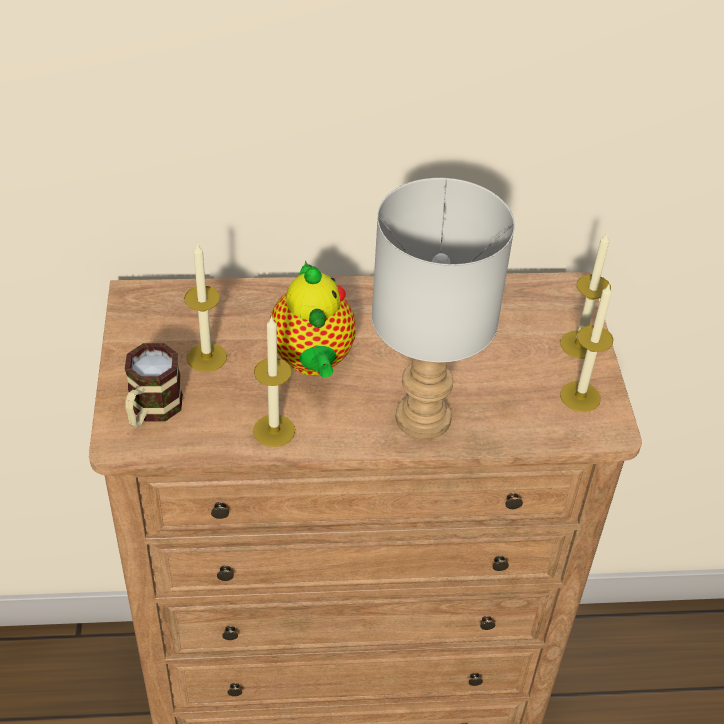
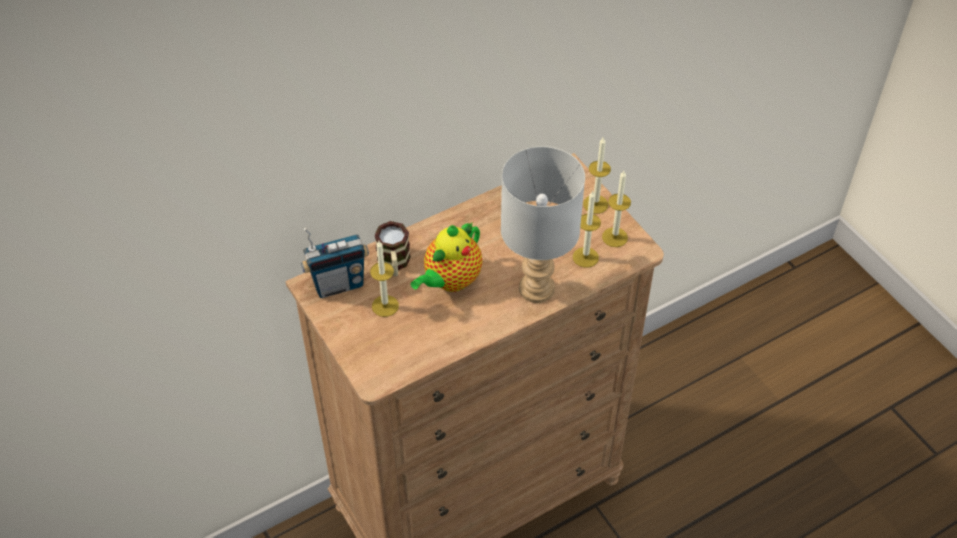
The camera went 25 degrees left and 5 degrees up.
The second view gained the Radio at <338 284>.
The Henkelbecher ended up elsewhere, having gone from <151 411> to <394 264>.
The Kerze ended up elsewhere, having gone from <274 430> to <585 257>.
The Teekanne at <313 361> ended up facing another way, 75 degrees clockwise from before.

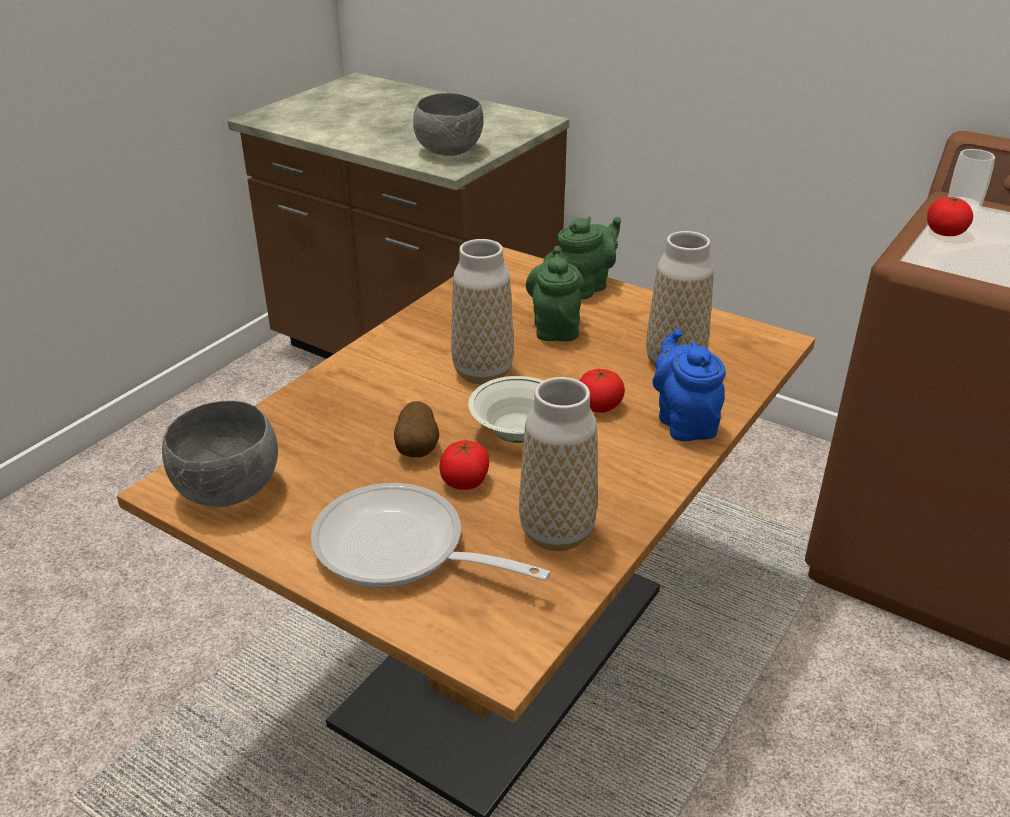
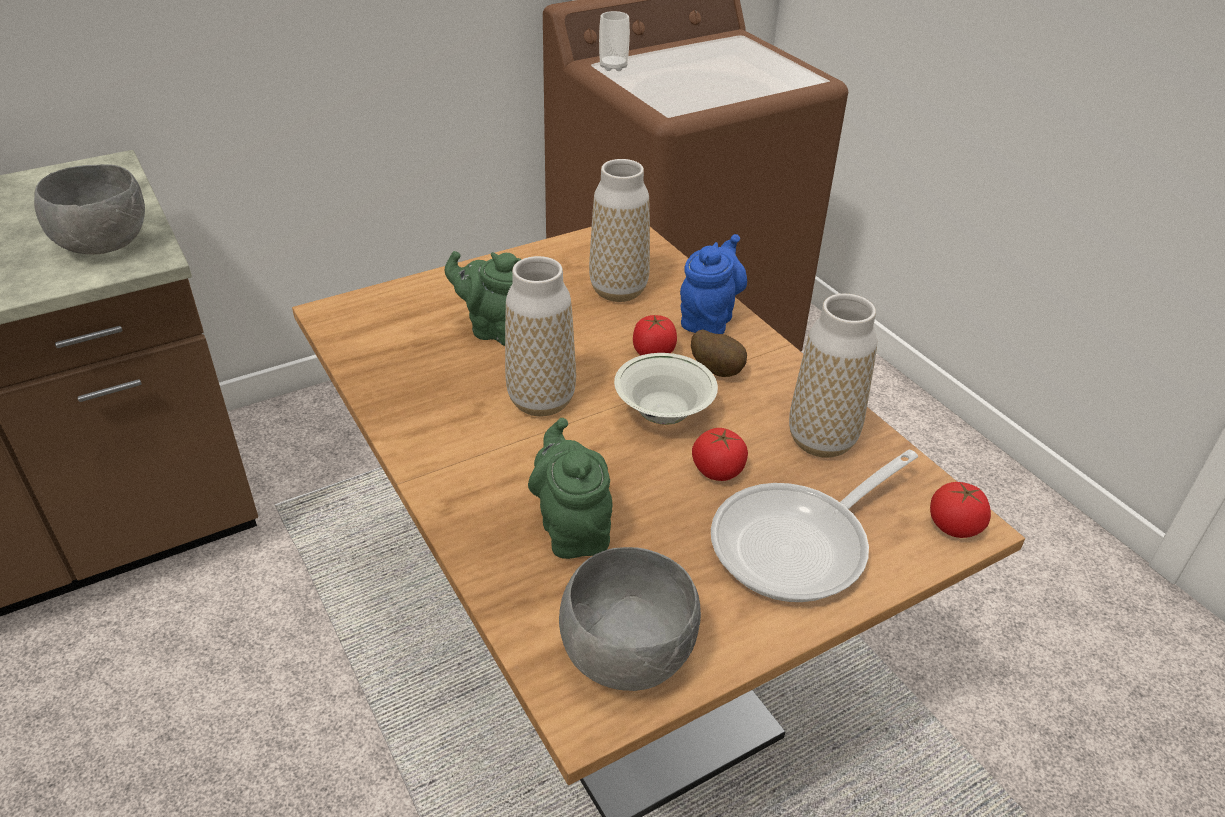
The camera went 65 degrees left and 5 degrees up.
The Kartoffel ended up elsewhere, having gone from <418 450> to <718 370>.
The Teekanne [grün] ended up elsewhere, having gone from <585 287> to <573 529>.
The Tomate ended up elsewhere, having gone from <945 233> to <954 526>.
The Teekanne [blau] at <684 422> ended up facing another way, 105 degrees clockwise from before.

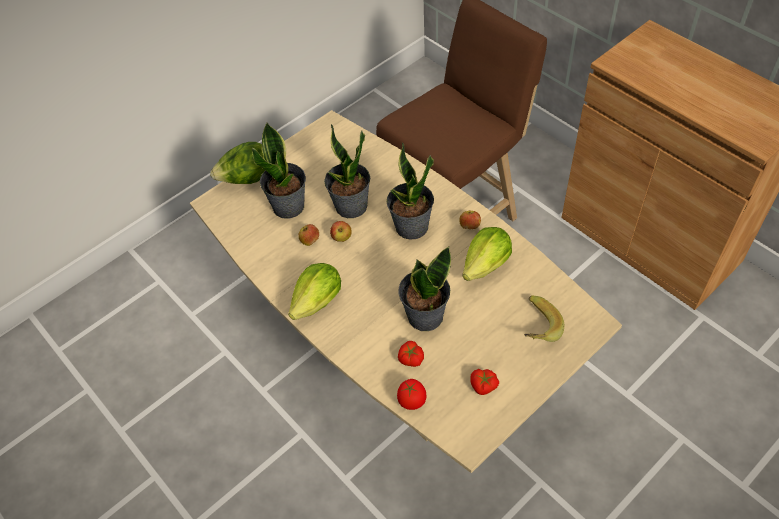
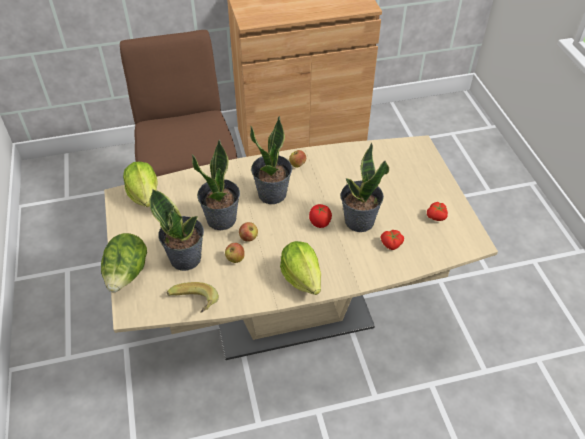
The camera went 65 degrees left and 5 degrees down.
The Tomate ended up elsewhere, having gone from <412 400> to <319 223>.
The Salatkopf ended up elsewhere, having gone from <486 265> to <144 195>.
The Banane ended up elsewhere, having gone from <535 328> to <193 307>.

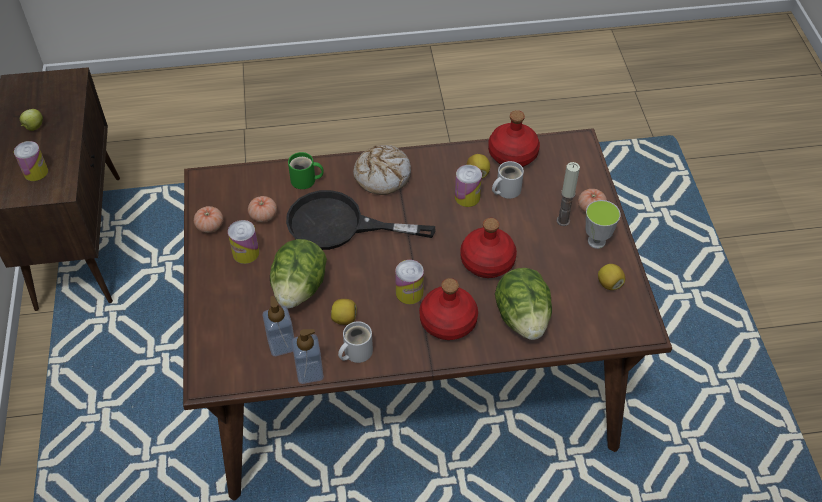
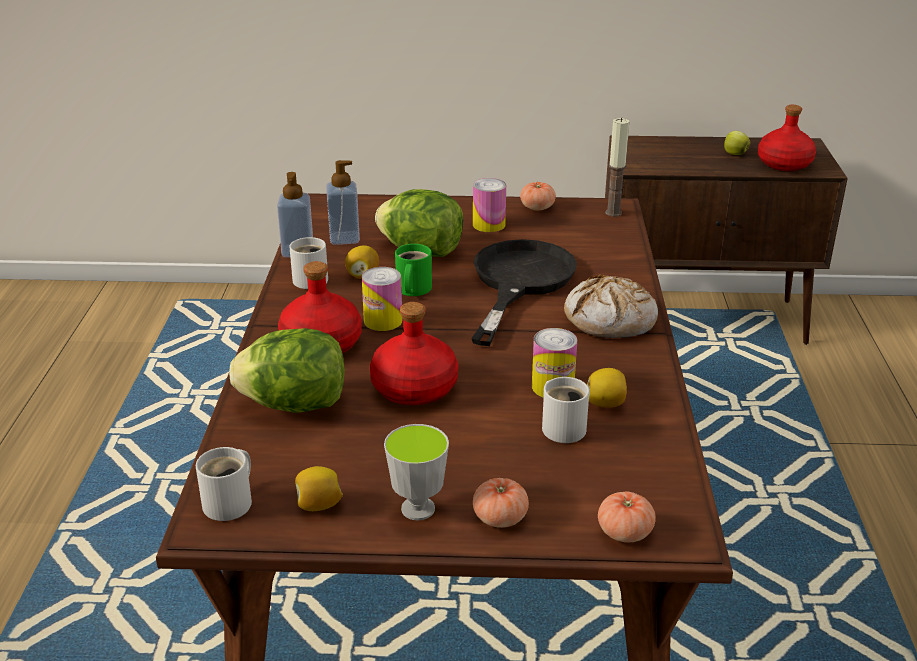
The camera went 100 degrees right and 20 degrees down.
The second view lost the Dose at <36 172>.
The second view gained the Henkelbecher [weiß] at <231 502>.
The Tomate ended up elsewhere, having gone from <263 216> to <624 532>.
The Henkelbecher [grün] ended up elsewhere, having gone from <305 181> to <411 289>.
The Flasche [rot] ended up elsewhere, having gone from <513 155> to <783 164>.
The Kerze ended up elsewhere, having gone from <563 221> to <613 213>.

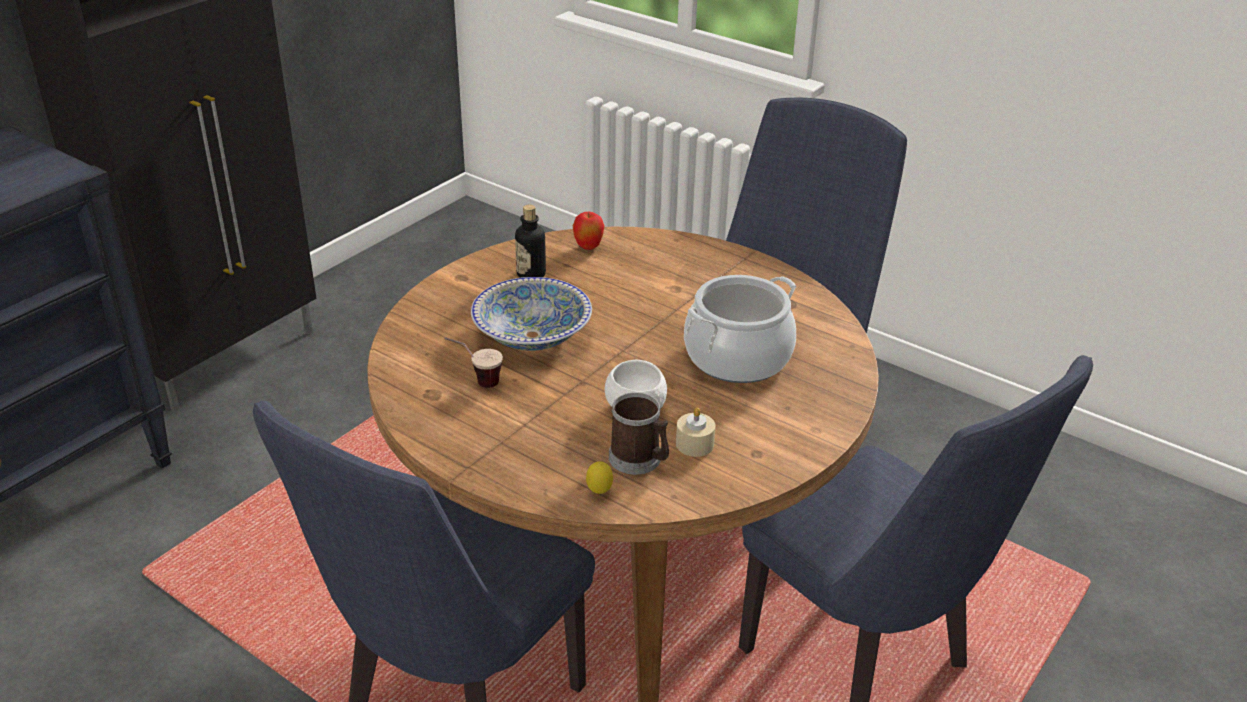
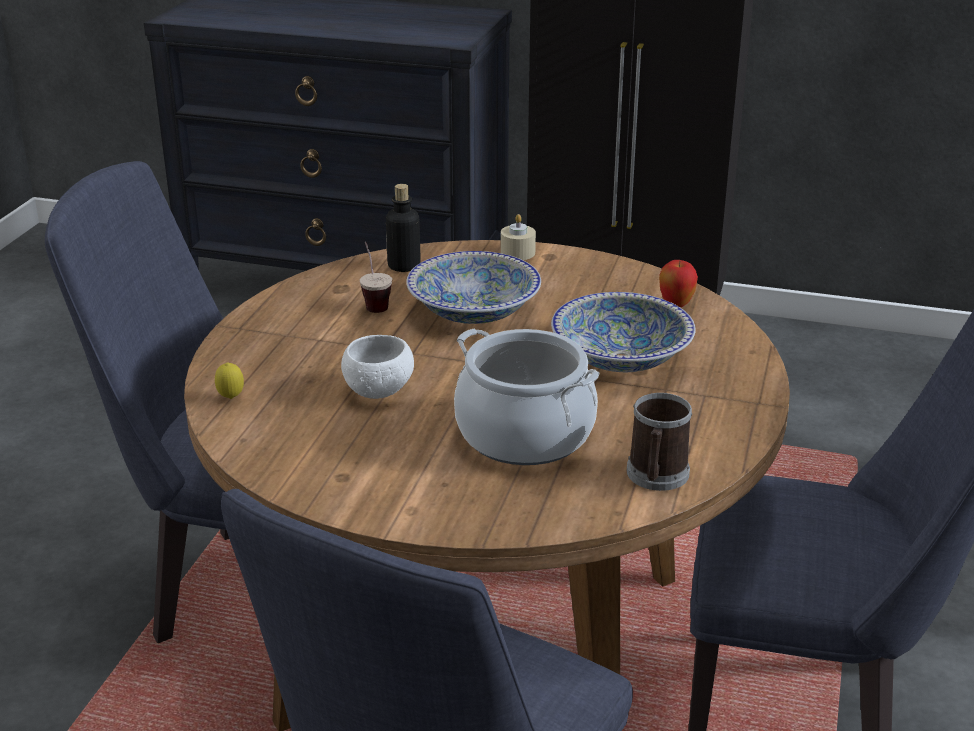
The camera went 70 degrees right and 5 degrees down.
The second view gained the Schüssel at <621 358>.
The Flasche ended up elsewhere, having gone from <531 274> to <404 266>.
The Henkelbecher ended up elsewhere, having gone from <640 460> to <656 476>.
The Kerze [beige] ended up elsewhere, having gone from <694 444> to <518 252>.

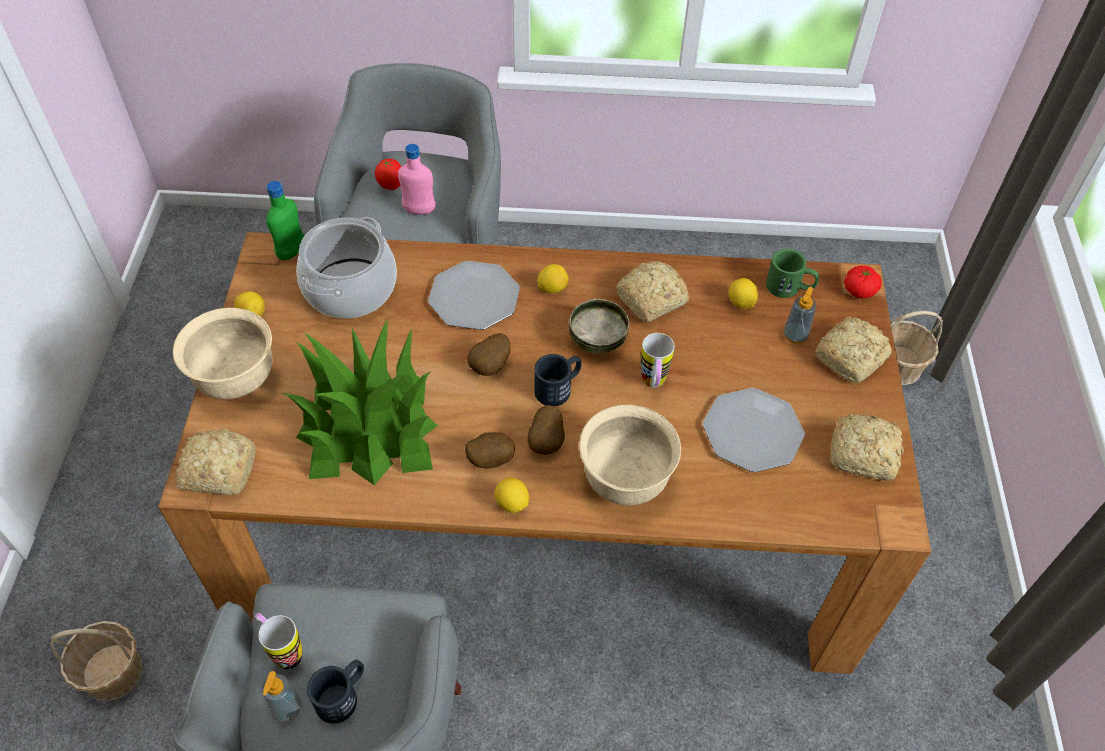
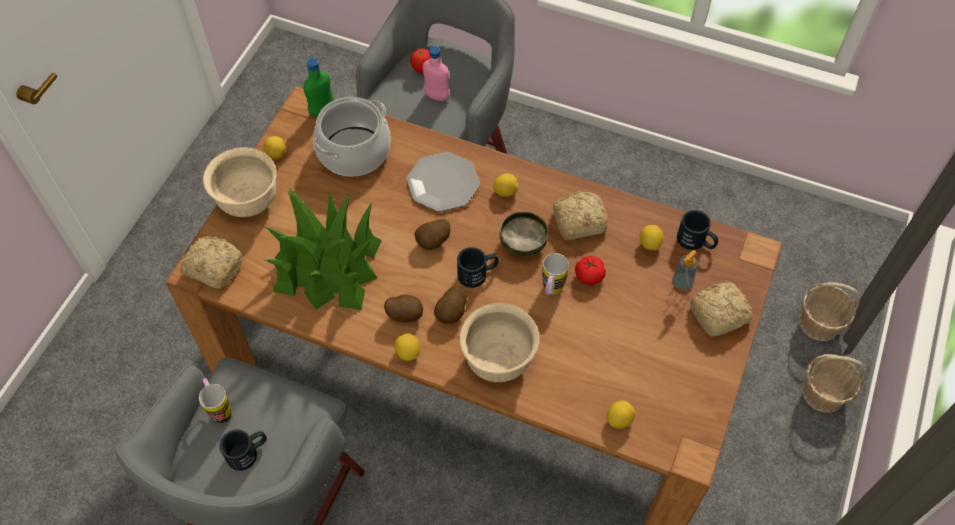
The camera went 20 degrees right and 5 degrees up.
The second view lost the Seifenspender at <286 708>.
The second view lost the Teller at <752 431>.
The second view lost the Brot at <865 455>.
The second view gained the Zitrone at <619 419>.
The Korb ended up elsewhere, having gone from <113 673> to <823 393>.
The Tomate ended up elsewhere, having gone from <859 290> to <589 276>.
What was the Henkelbecher [grün] at <790 287> turned into the Henkelbecher [schwarz] at <696 241>.

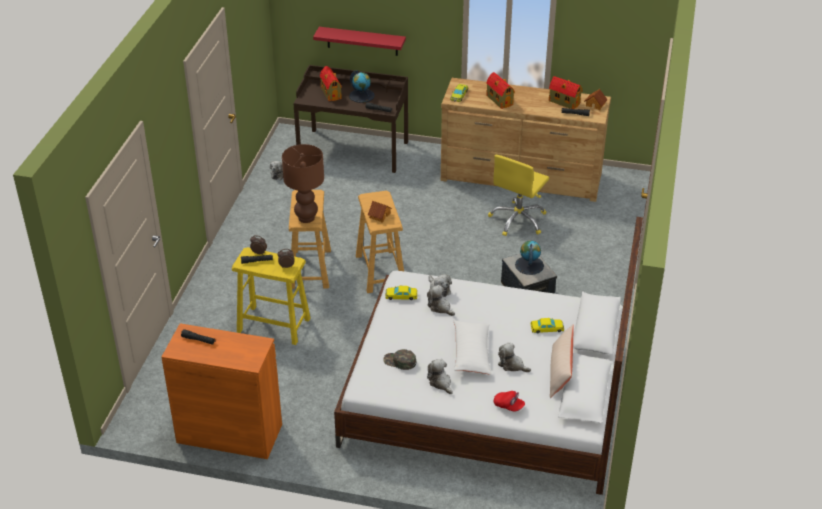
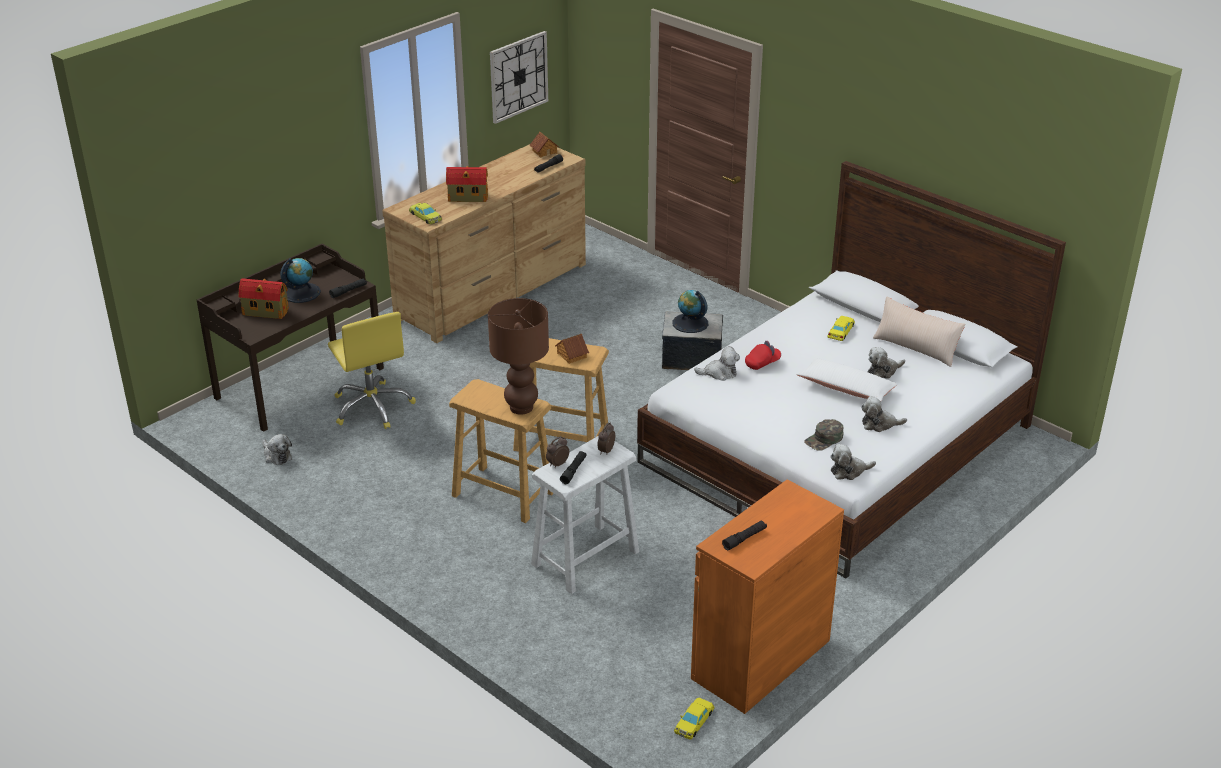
The camera went 60 degrees left and 5 degrees down.
The second view lost the Wandregal [rot] at <362 41>.
The second view lost the Spielzeughaus at <563 102>.
The second view gained the Wanduhr at <518 76>.
The Spielzeugauto [gelb] ended up elsewhere, having gone from <401 295> to <694 721>.
The Plüschtier ended up elsewhere, having gone from <440 307> to <849 471>.
The Bürostuhl [gelb] ended up elsewhere, having gone from <518 220> to <372 407>.
The Kappe [rot] ended up elsewhere, having gone from <508 406> to <762 363>.
What was the Hocker [gelb] at <273 325> turned into the Hocker [weiß] at <584 558>.

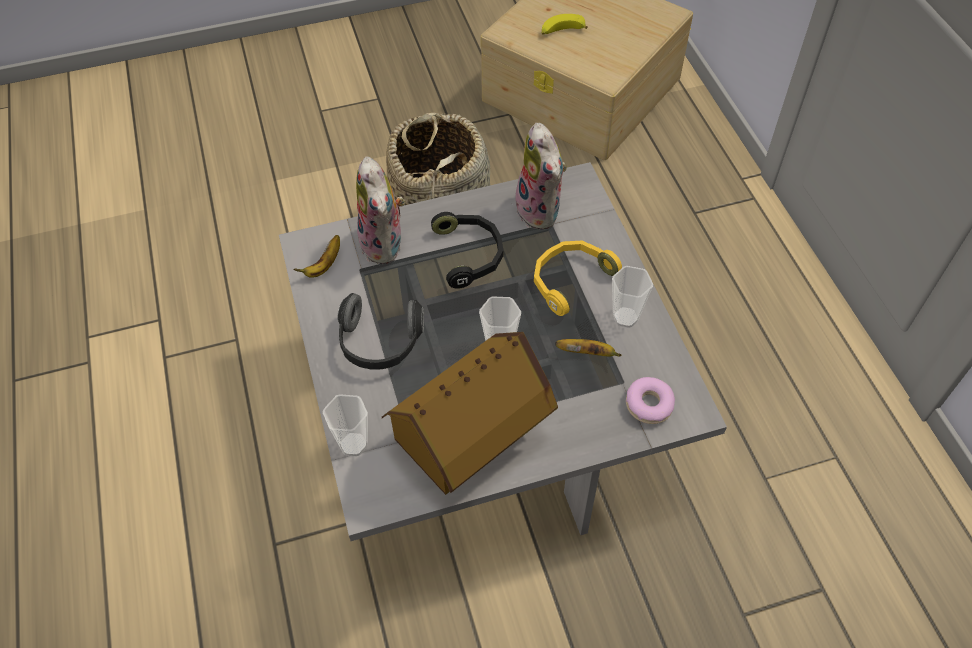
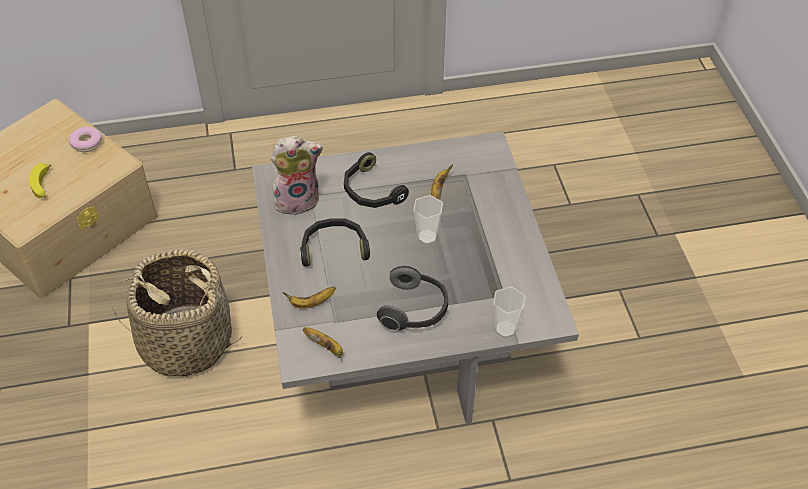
The camera went 85 degrees left and 5 degrees down.
The second view lost the Spielzeughaus at <472 439>.
The second view lost the Tasse at <625 317>.
The Donut ended up elsewhere, having gone from <649 404> to <86 143>.
Where the Plüschtier stood at <385 244>, the Banane came to stand at <311 303>.
What was the Kopfhörer [gelb] at <569 280> turned into the Kopfhörer [schwarz] at <371 191>.

